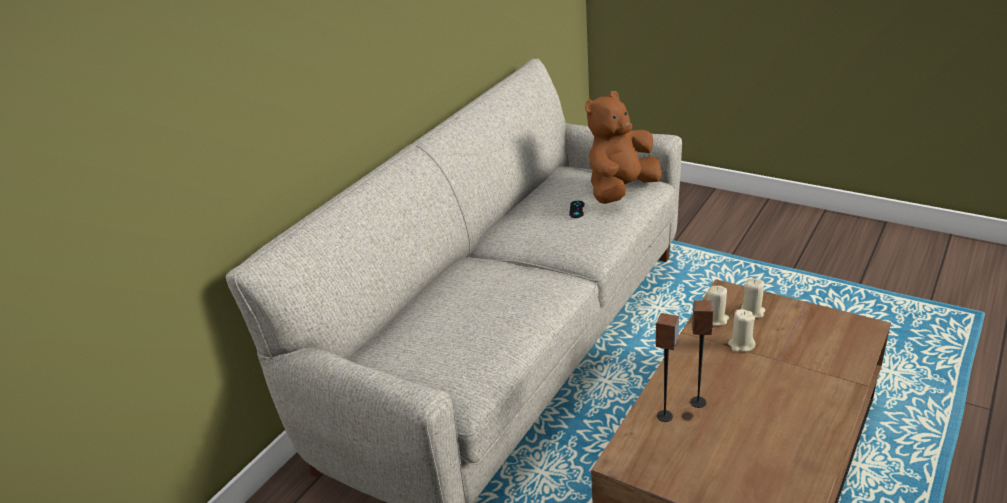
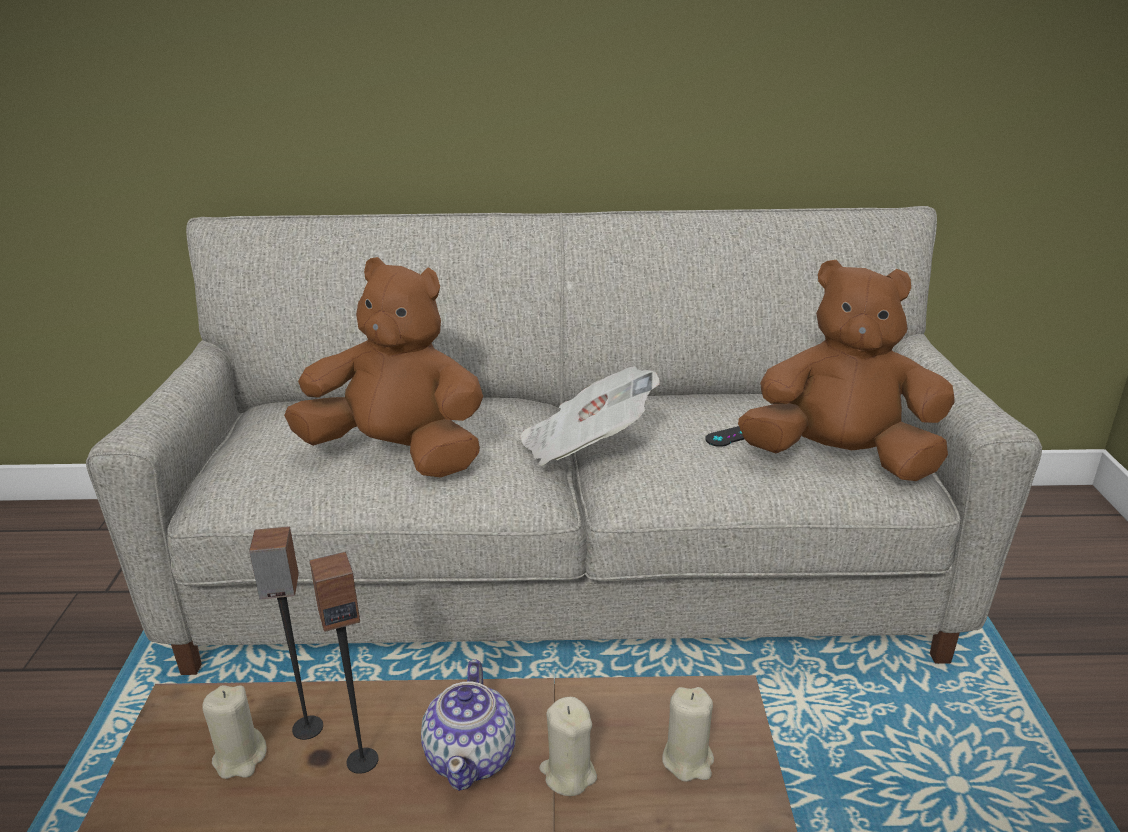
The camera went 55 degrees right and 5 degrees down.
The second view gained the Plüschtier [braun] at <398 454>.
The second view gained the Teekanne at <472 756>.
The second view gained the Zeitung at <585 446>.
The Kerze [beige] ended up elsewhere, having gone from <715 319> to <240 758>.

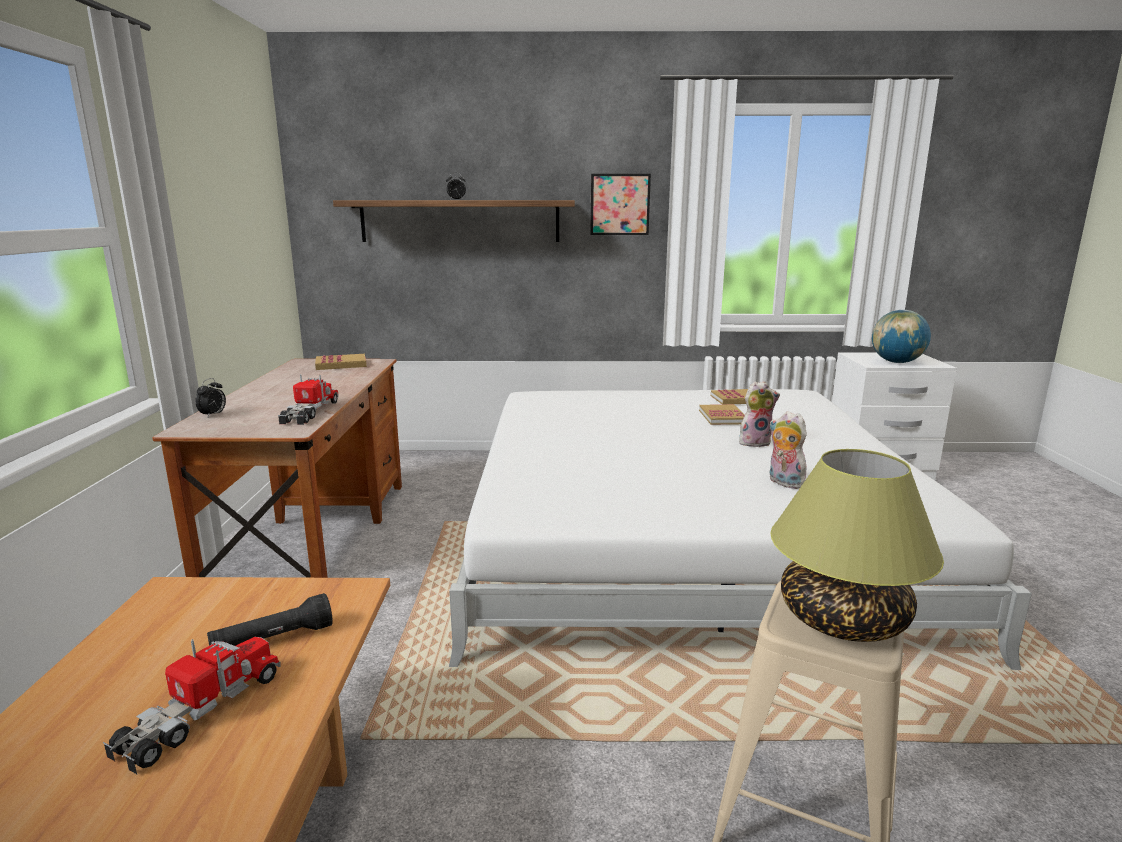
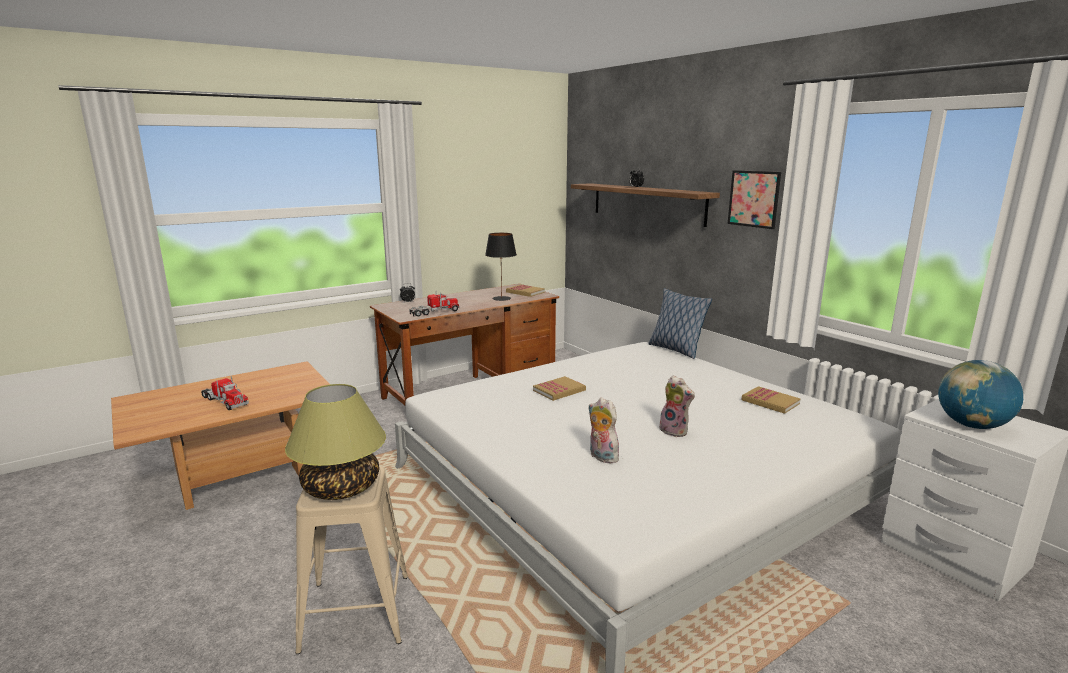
The camera went 55 degrees right and 0 degrees up.
The second view lost the Taschenlampe [schwarz] at <273 640>.
The second view gained the Tischlampe [schwarz] at <501 298>.
The second view gained the Kissen at <675 350>.
The Buch ended up elsewhere, having gone from <722 417> to <559 390>.
The Spielzeuglaster at <201 713> ended up facing another way, 45 degrees clockwise from before.
The Plüschtier at <783 483> ended up facing another way, 60 degrees counterclockwise from before.

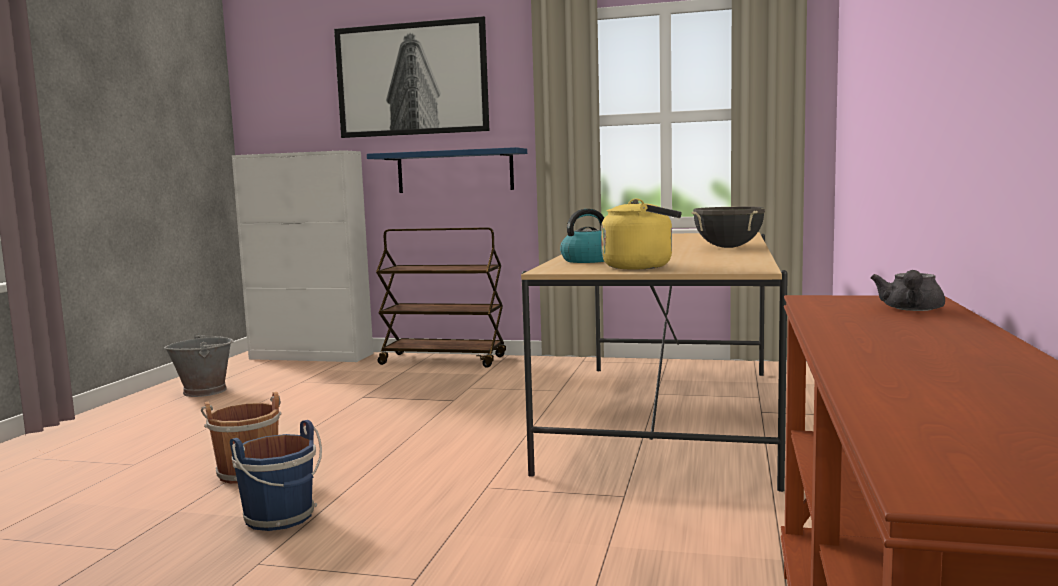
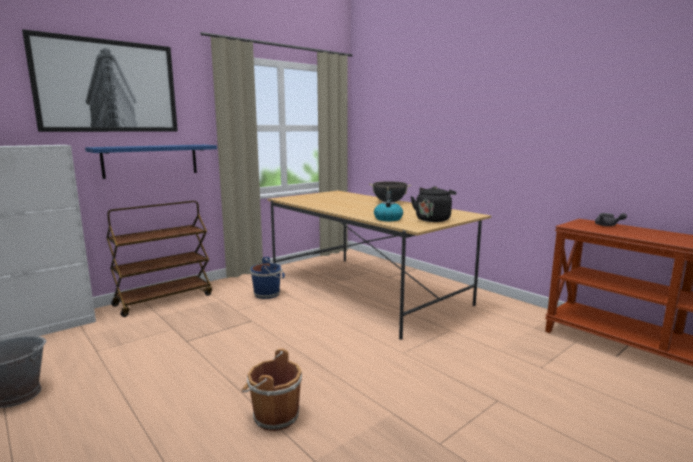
The camera went 55 degrees left and 5 degrees up.
The Eimer [blau] ended up elsewhere, having gone from <281 517> to <268 294>.
What was the Wasserkessel [gelb] at <642 267> turned into the Wasserkessel [schwarz] at <433 219>.

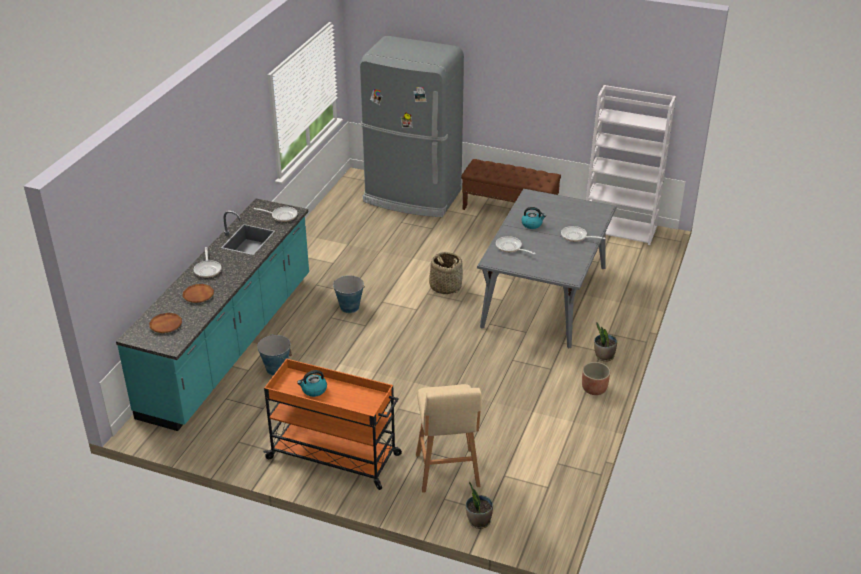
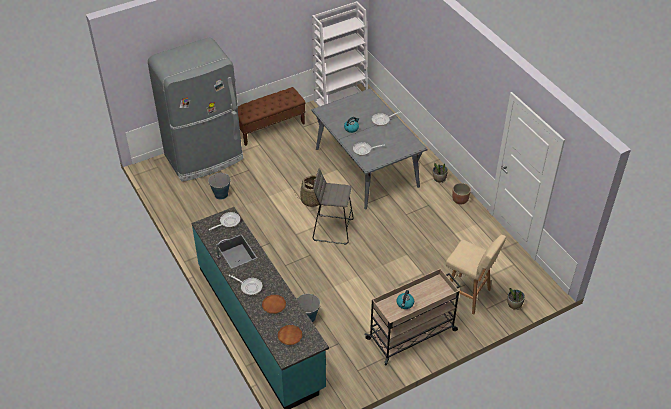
The camera went 50 degrees left and 10 degrees up.
The second view gained the Hocker [grau] at <333 229>.
The Eimer ended up elsewhere, having gone from <349 307> to <221 194>.
What was the Rollwagen [orange] at <335 457> turned into the Rollwagen [beige] at <412 334>.

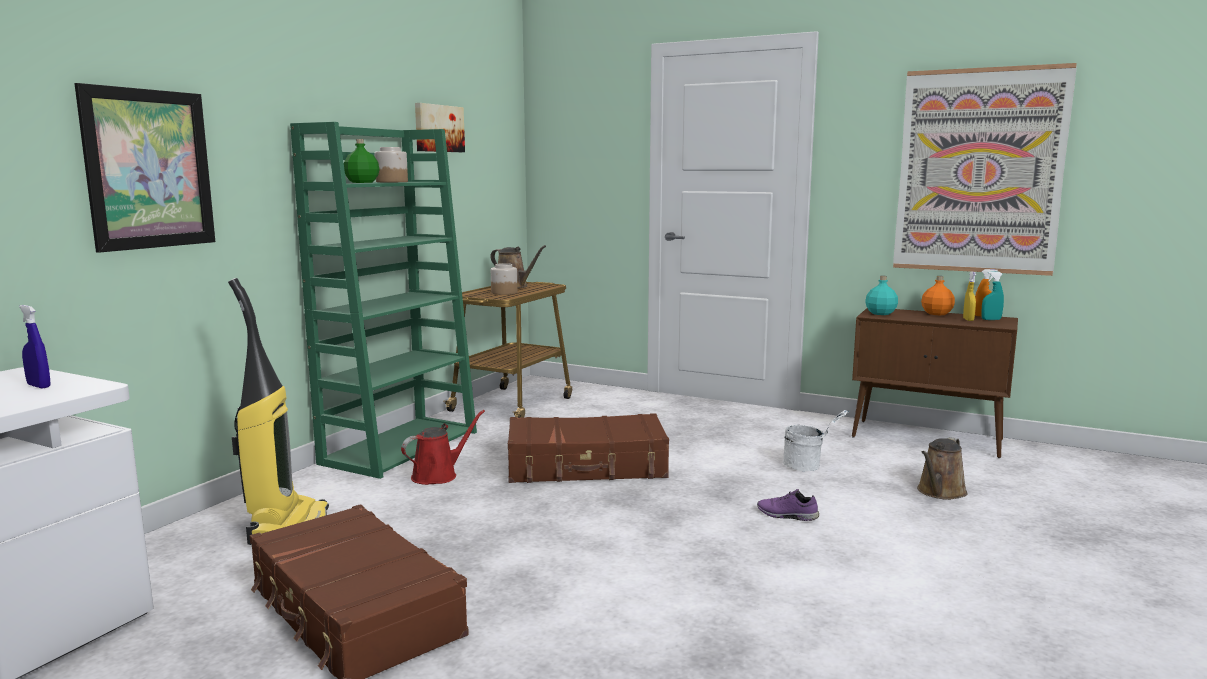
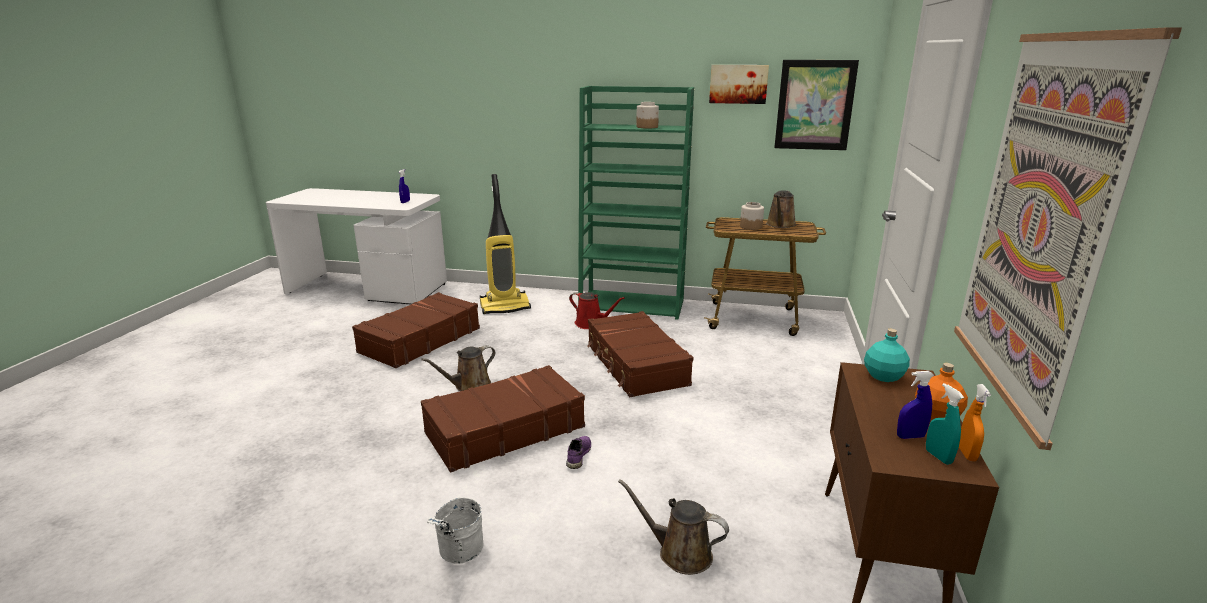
The camera went 75 degrees right and 10 degrees up.
The second view lost the Flasche [grün] at <362 182>.
The second view gained the Gießkanne [braun] at <469 386>.
The second view gained the Koffer [braun] at <504 430>.
The Bild ended up elsewhere, having gone from <149 169> to <814 105>.
The Eimer [weiß] ended up elsewhere, having gone from <808 466> to <458 554>.
What was the Sprühflasche [gelb] at <968 320> turned into the Sprühflasche [blau] at <910 436>.

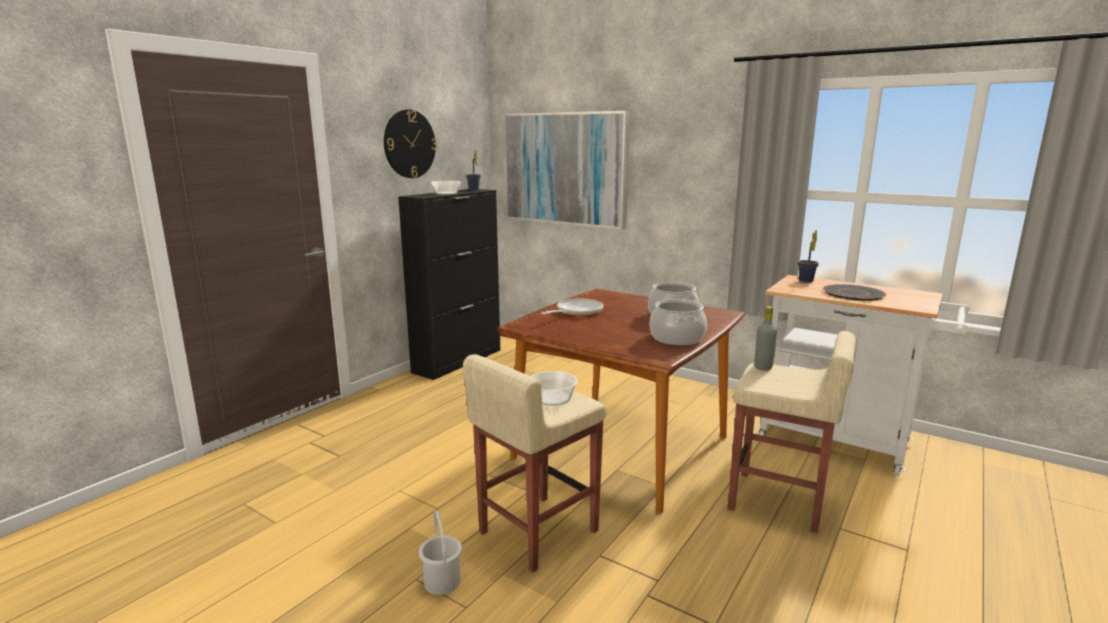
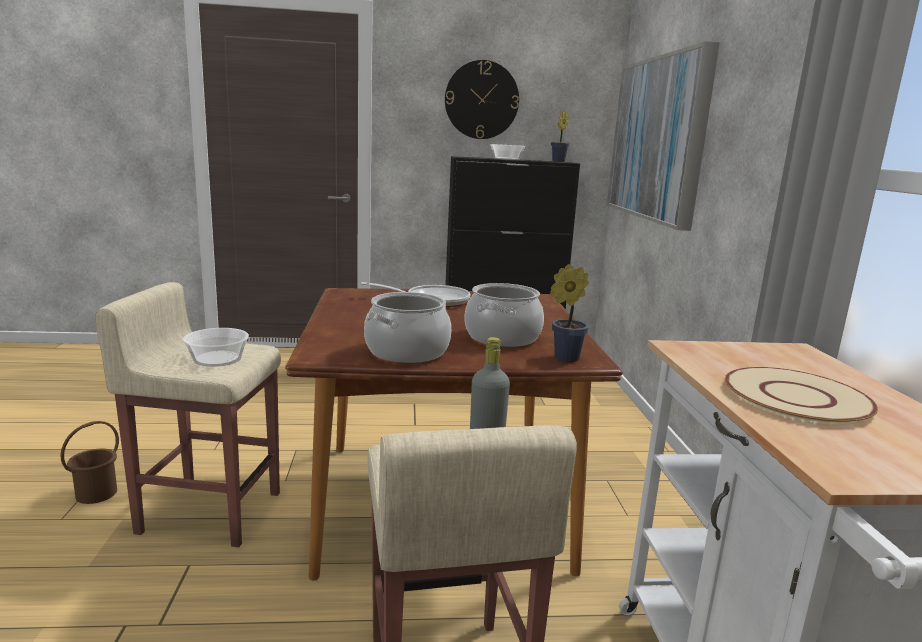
The camera went 50 degrees right and 0 degrees up.
The Topfpflanze ended up elsewhere, having gone from <805 281> to <563 358>.
What was the Eimer [weiß] at <441 582> turned into the Eimer [braun] at <96 493>.
What was the Teller [schwarz] at <853 293> turned into the Teller [beige] at <795 397>.

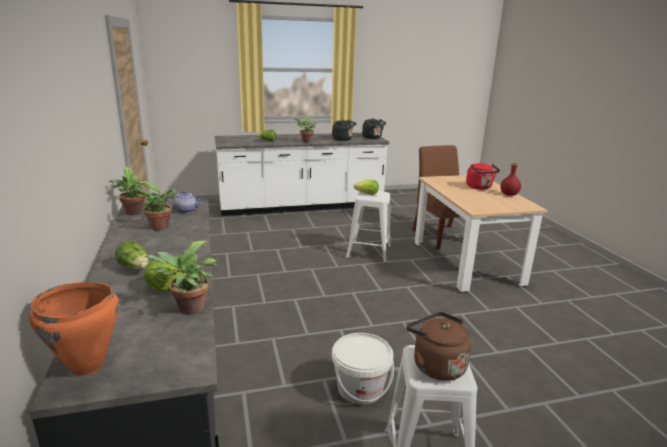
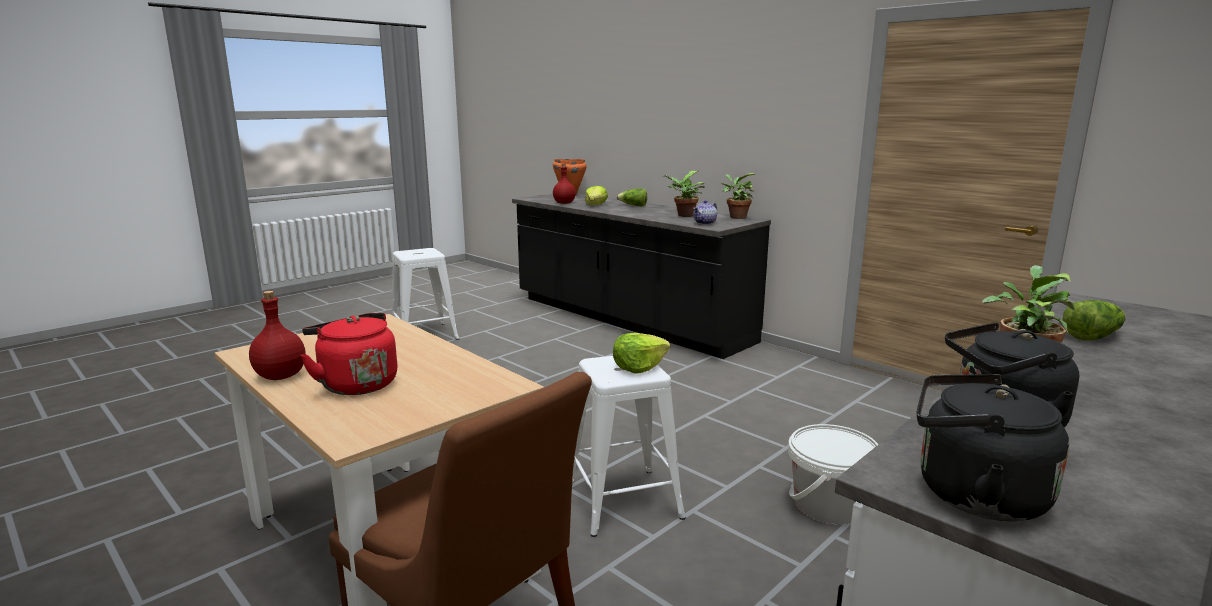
The camera went 150 degrees right and 5 degrees down.
The second view lost the Wasserkessel [braun] at <435 365>.
The Eimer [weiß] ended up elsewhere, having gone from <360 388> to <828 505>.
Where the Topfpflanze stood at <188 309>, the Flasche [rot] came to stand at <564 203>.

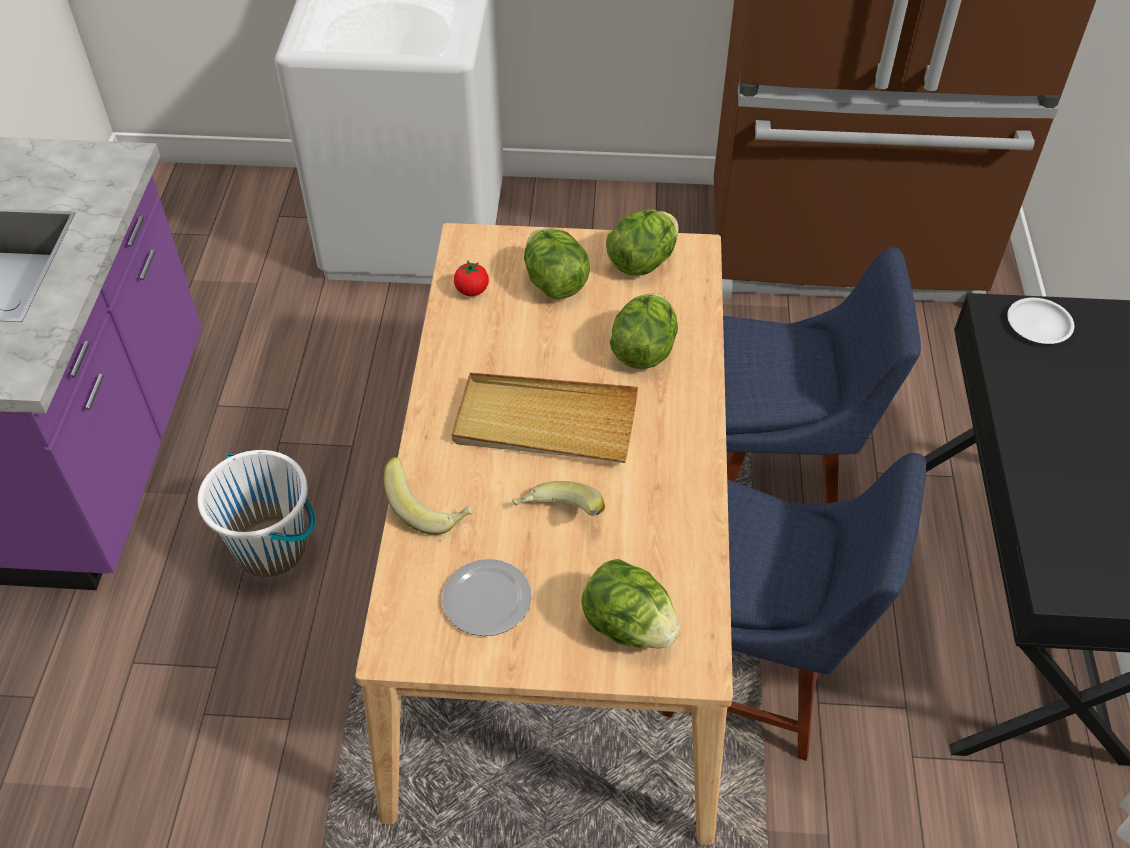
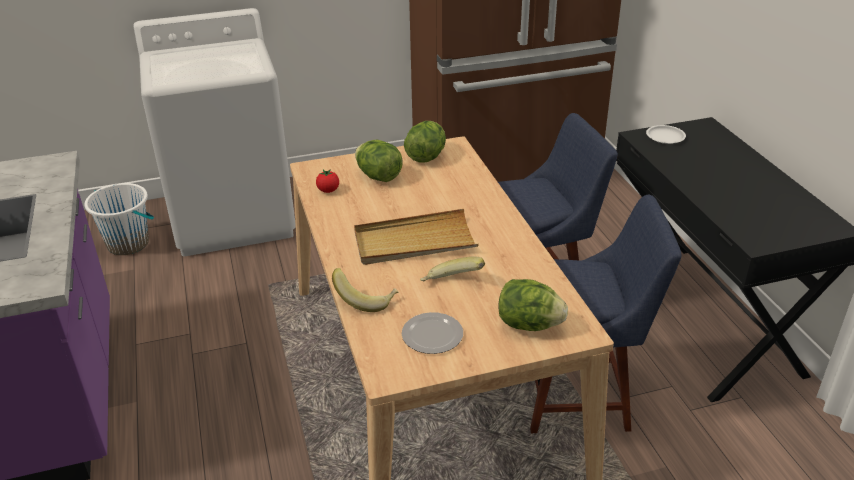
The camera went 20 degrees left and 15 degrees down.
The second view lost the Salatkopf at <643 351>.
The Eimer [weiß] ended up elsewhere, having gone from <271 548> to <128 244>.

